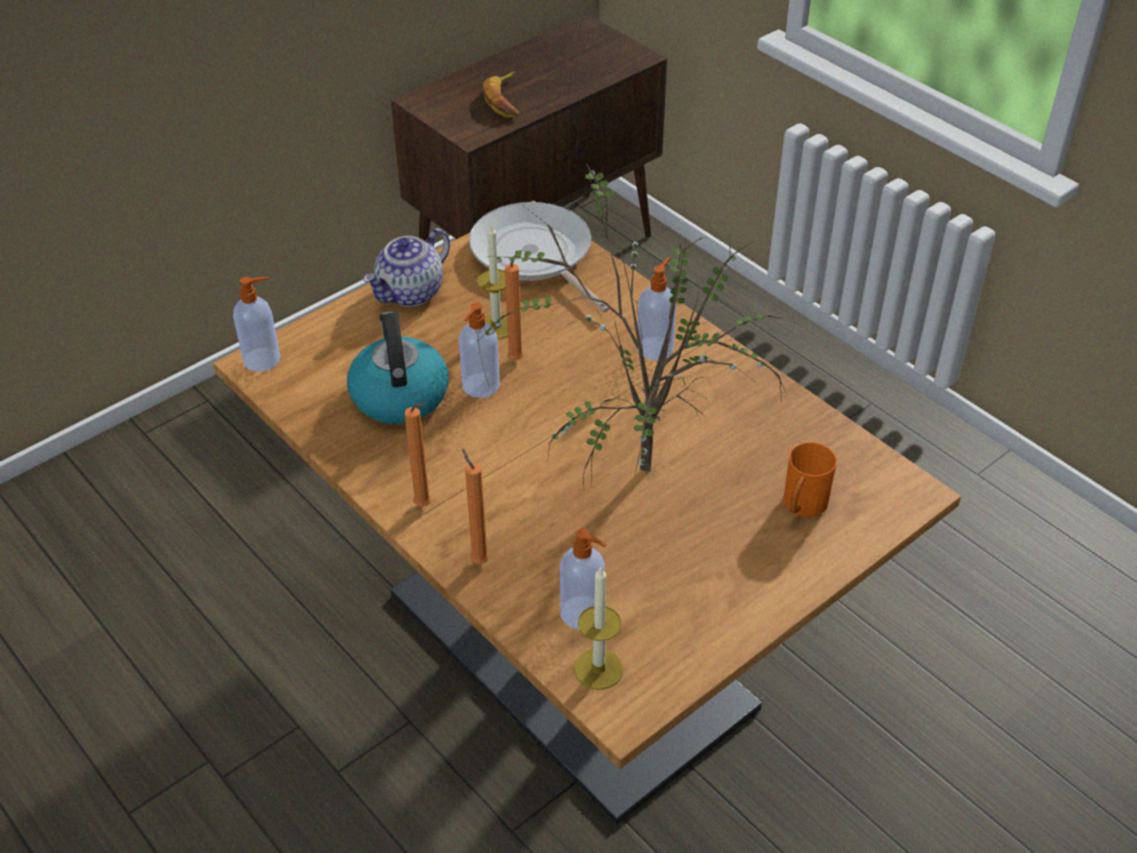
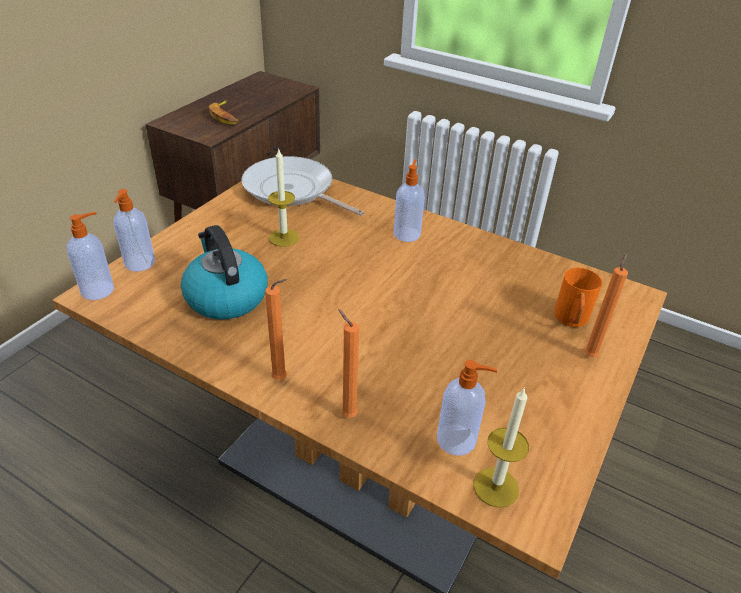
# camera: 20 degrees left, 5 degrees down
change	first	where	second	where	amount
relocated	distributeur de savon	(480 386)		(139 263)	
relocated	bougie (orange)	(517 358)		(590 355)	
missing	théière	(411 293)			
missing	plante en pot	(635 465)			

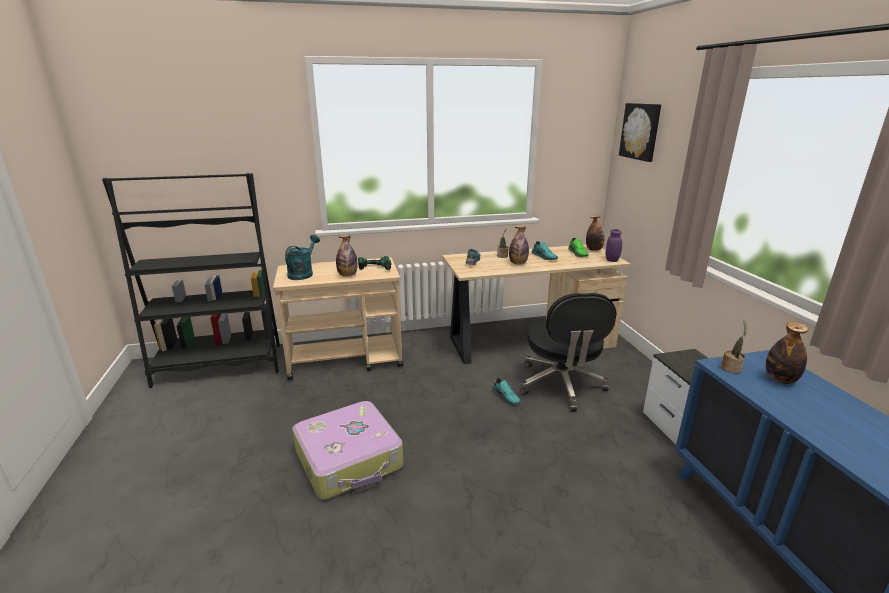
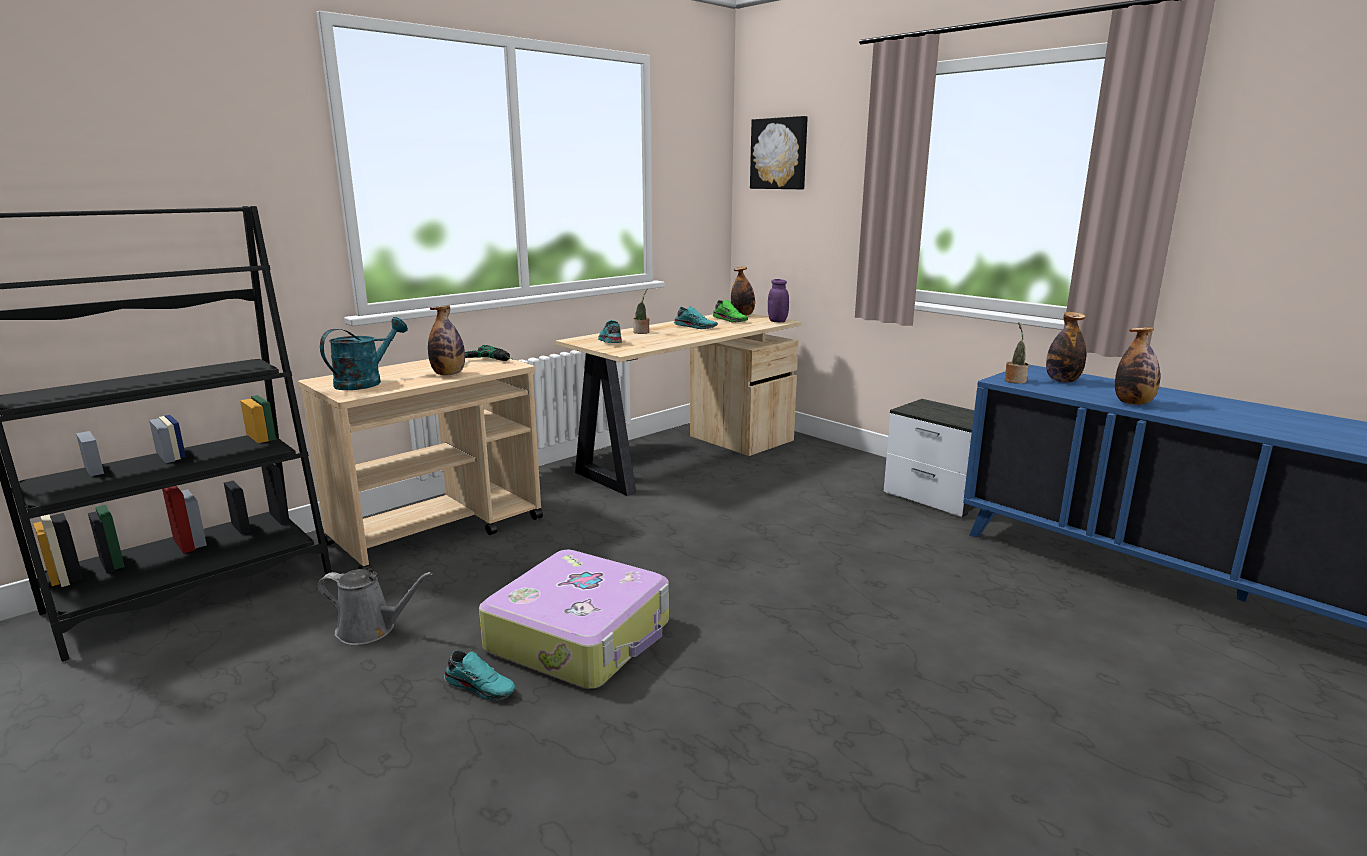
# camera: 30 degrees left, 5 degrees down
change	first	where	second	where	amount
appeared			arrosoir (gris)	(371 630)	
spun	arrosoir (turquoise)	(303 273)		(365 382)	45 degrees clockwise
relocated	chaussure (turquoise)	(506 397)		(481 686)	
relocated	bouteille	(518 263)		(1133 403)	
missing	chaise de bureau (noir)	(561 385)			

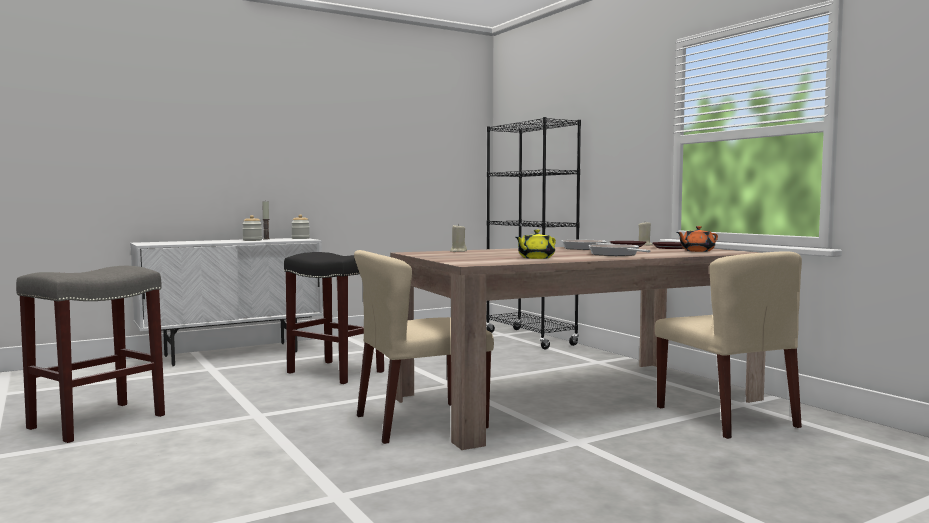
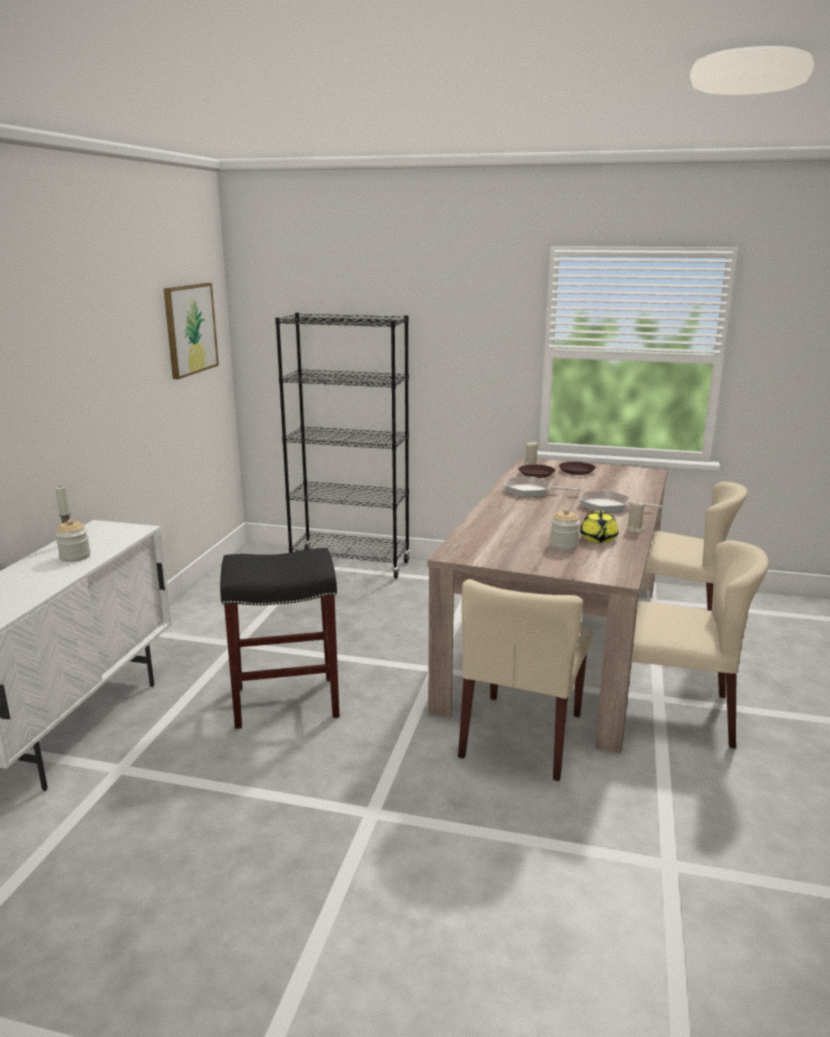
# camera: 45 degrees left, 15 degrees up
change	first	where	second	where	amount
appeared			tableau	(190 329)	
relocated	bocal	(300 238)		(563 545)	
relocated	bougie (beige)	(458 251)		(634 529)	
appeared			chaise (beige)	(673 713)	
missing	tabouret (gris)	(98 421)			
missing	théière (orange)	(697 251)			

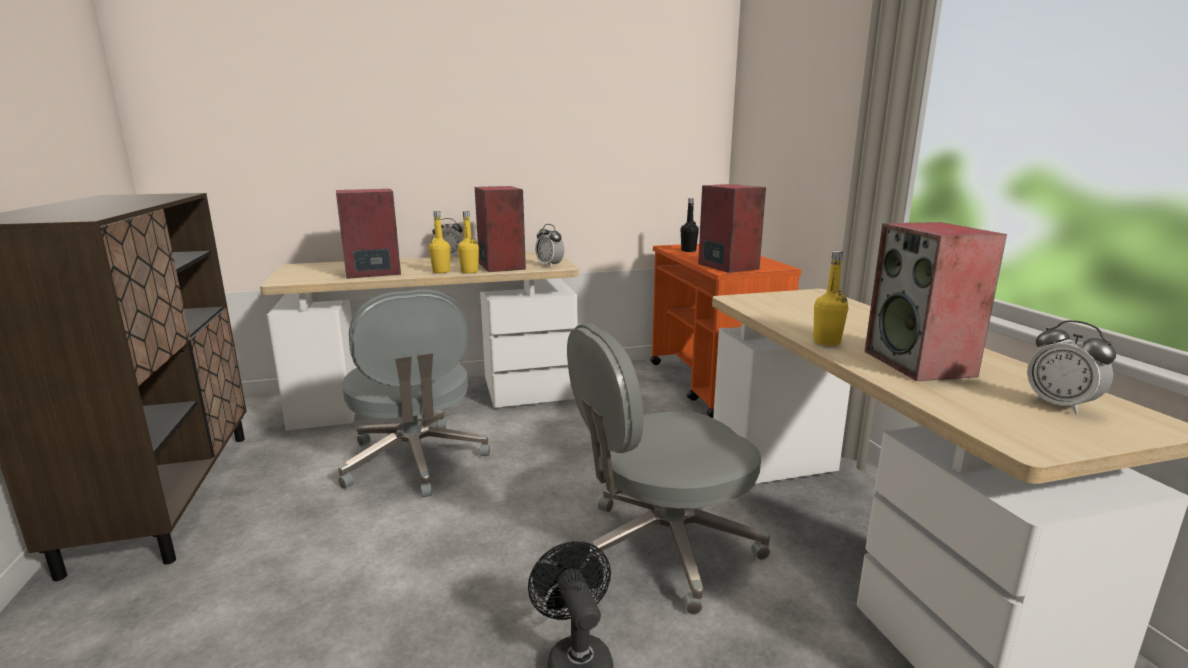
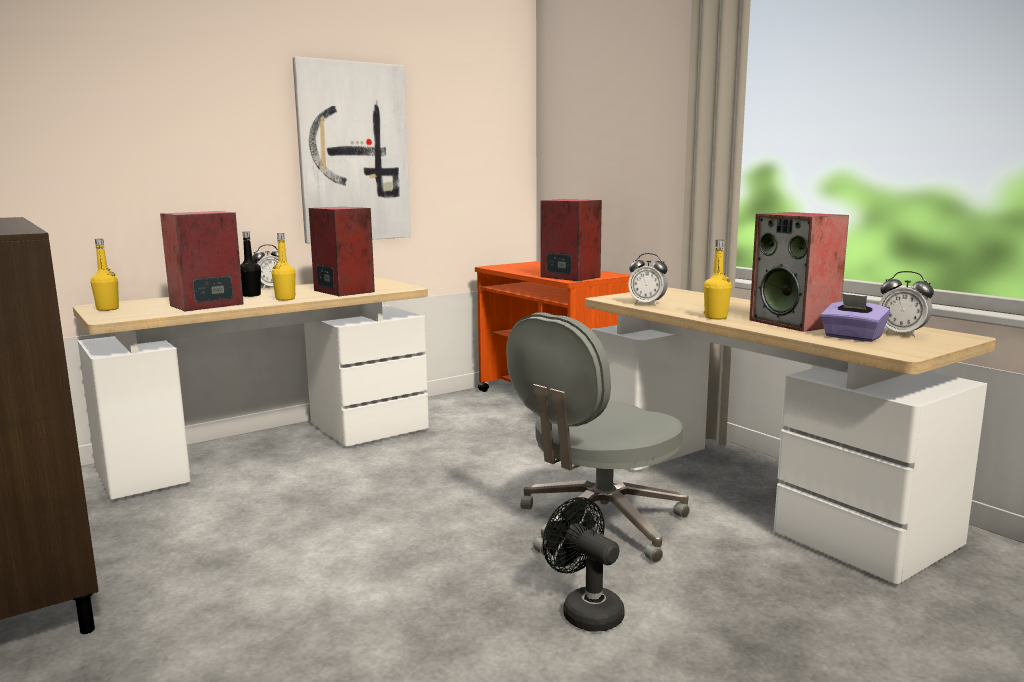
# camera: 20 degrees left, 5 degrees down
change	first	where	second	where	amount
relocated	bouteille (jaune)	(469 271)		(107 309)	
relocated	bouteille (noir)	(688 251)		(251 295)	
appeared			tableau	(353 153)	
relocated	réveil	(550 265)		(647 304)	
appeared			boîte à mouchoirs (violet)	(852 337)	
missing	chaise de bureau (gris)	(415 461)			

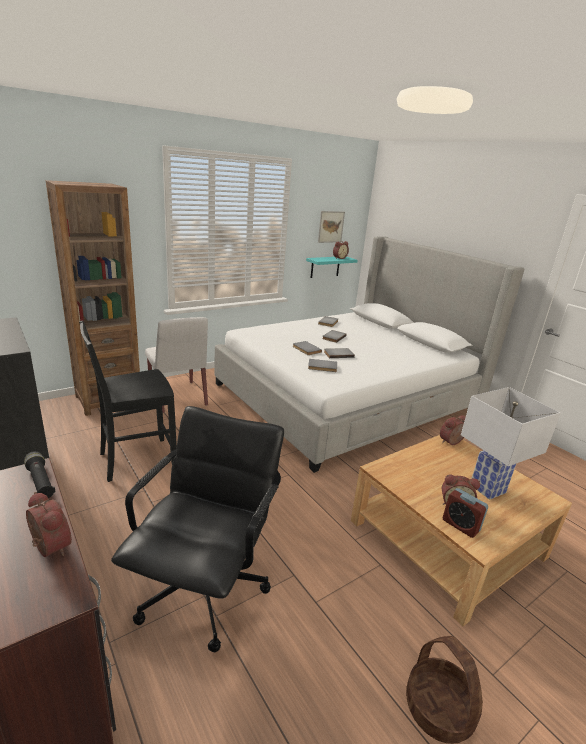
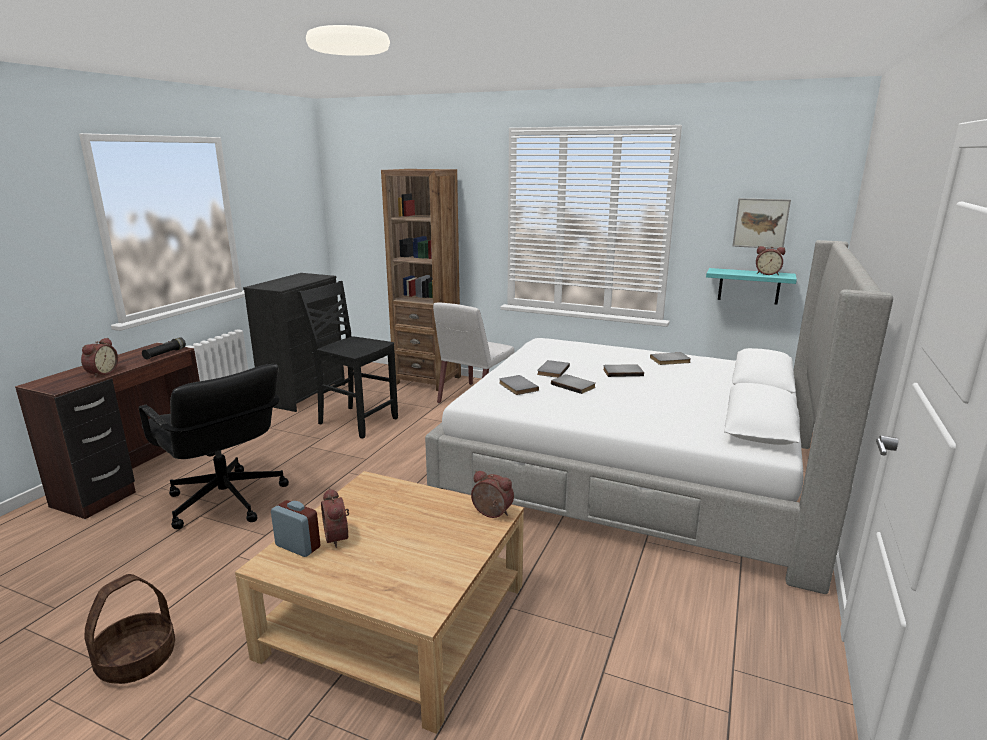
# camera: 60 degrees right, 5 degrees down
change	first	where	second	where	amount
spun	chaise de bureau (noir)	(204 588)		(226 501)	60 degrees clockwise
spun	réveil	(460 525)		(298 546)	105 degrees clockwise
missing	lampe de table (blanc)	(486 488)			

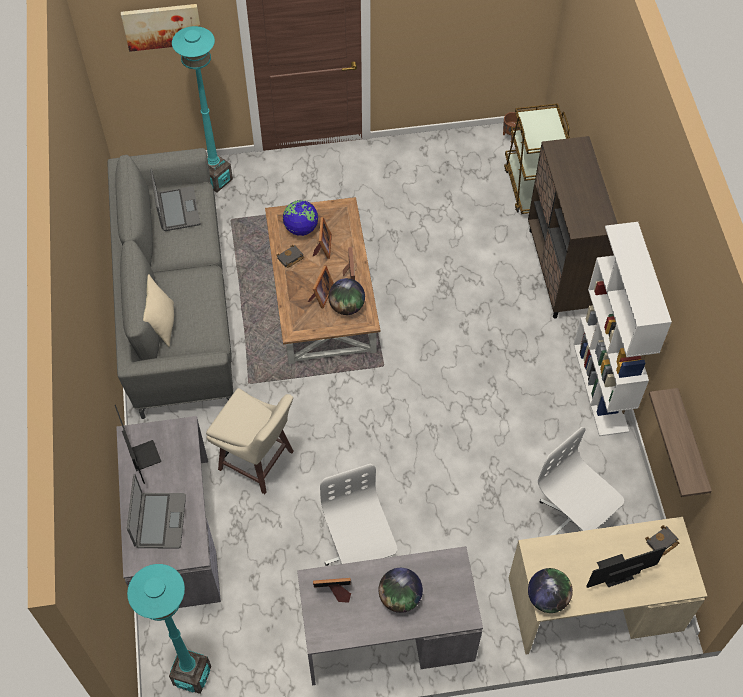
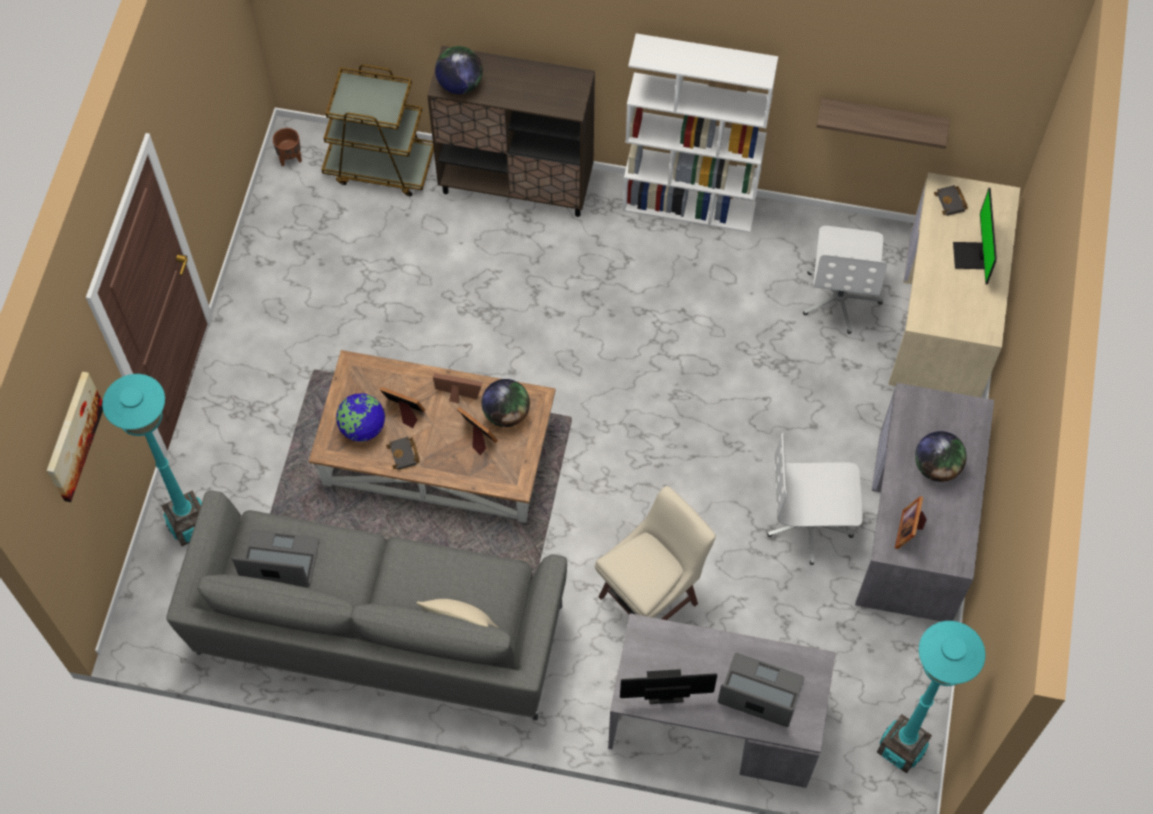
# camera: 70 degrees left, 5 degrees up
change	first	where	second	where	amount
relocated	globe	(547 598)		(460 84)	
spun	chaise de bureau (blanc)	(572 519)		(840 297)	60 degrees counterclockwise

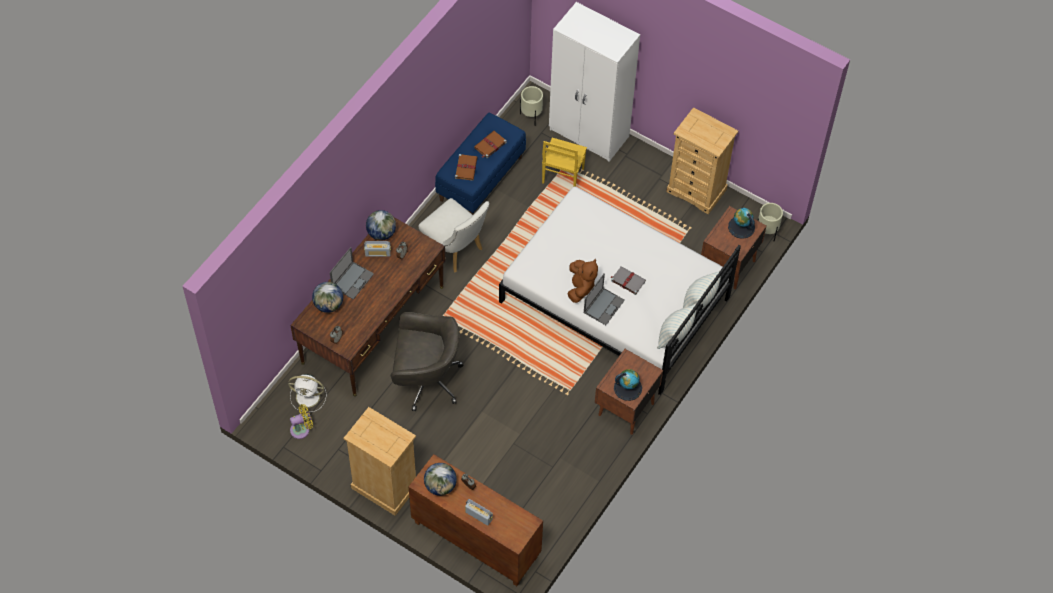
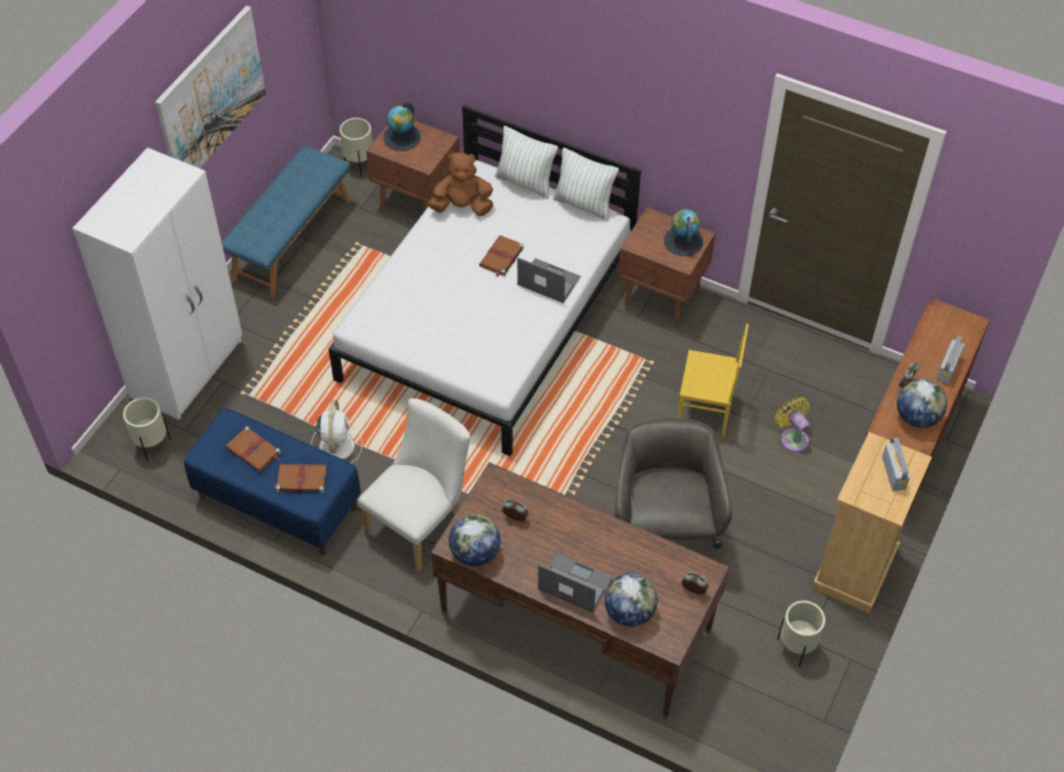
# camera: 95 degrees left, 5 degrees down
change	first	where	second	where	amount
appeared			tableau	(211 96)	
exchanged	commode (beige)	(696 190)	banc (bleu)	(291 239)	
relocated	ventilateur (blanc)	(309 397)		(337 445)	
relocated	peluche (marron)	(580 287)		(462 207)	
colour	livre (gris)	(627 280)	livre (marron)	(501 257)	
relocated	chaise (jaune)	(562 176)		(705 411)	
relocated	ventilateur (jaune)	(302 429)		(792 438)	
appeared			cache-pot (beige)	(796 648)	
relocated	radio	(378 253)		(893 473)	

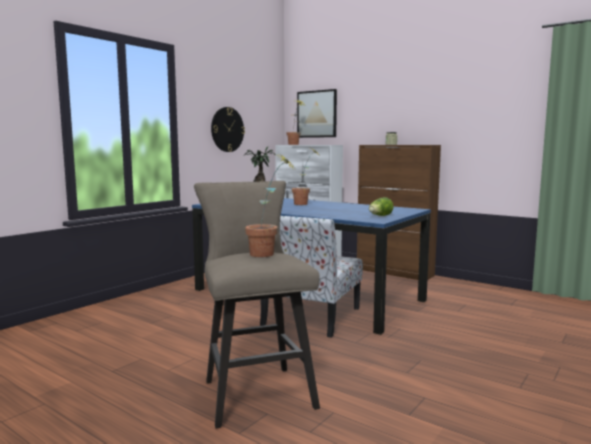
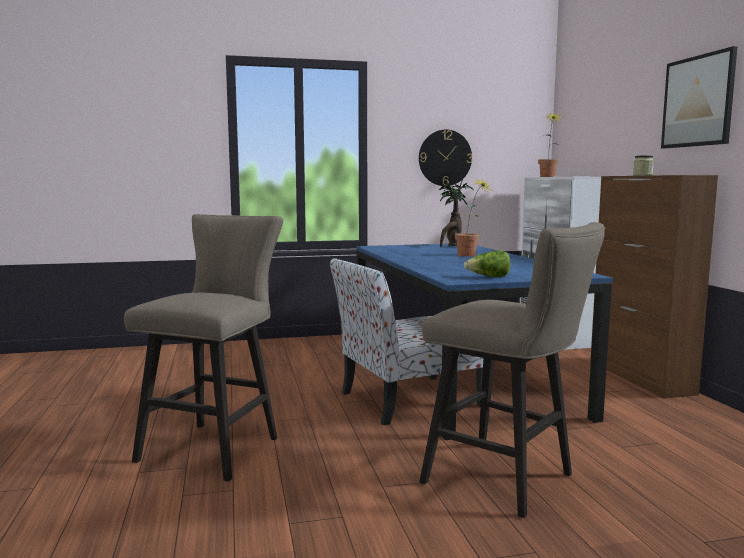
# camera: 40 degrees right, 0 degrees up
change	first	where	second	where	amount
appeared			tabouret (beige)	(507 481)	
relocated	tableau	(317 114)		(698 101)	
missing	plante en pot	(269 254)			

